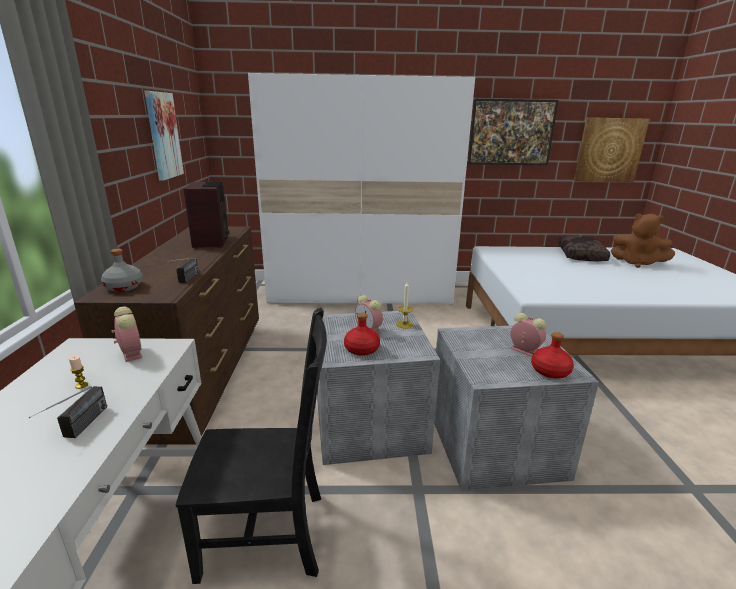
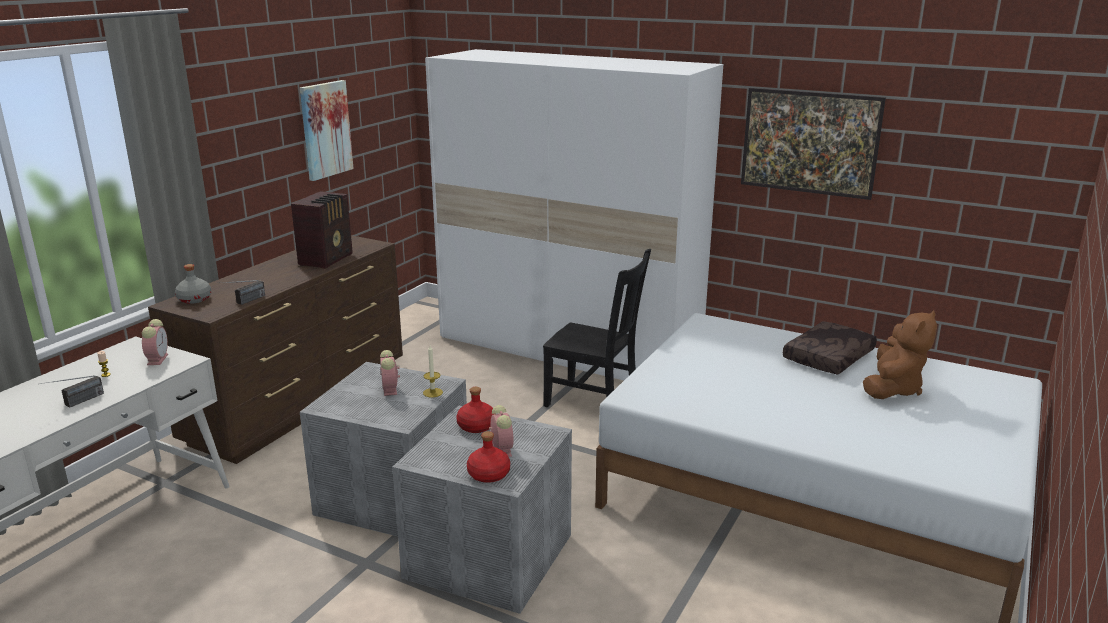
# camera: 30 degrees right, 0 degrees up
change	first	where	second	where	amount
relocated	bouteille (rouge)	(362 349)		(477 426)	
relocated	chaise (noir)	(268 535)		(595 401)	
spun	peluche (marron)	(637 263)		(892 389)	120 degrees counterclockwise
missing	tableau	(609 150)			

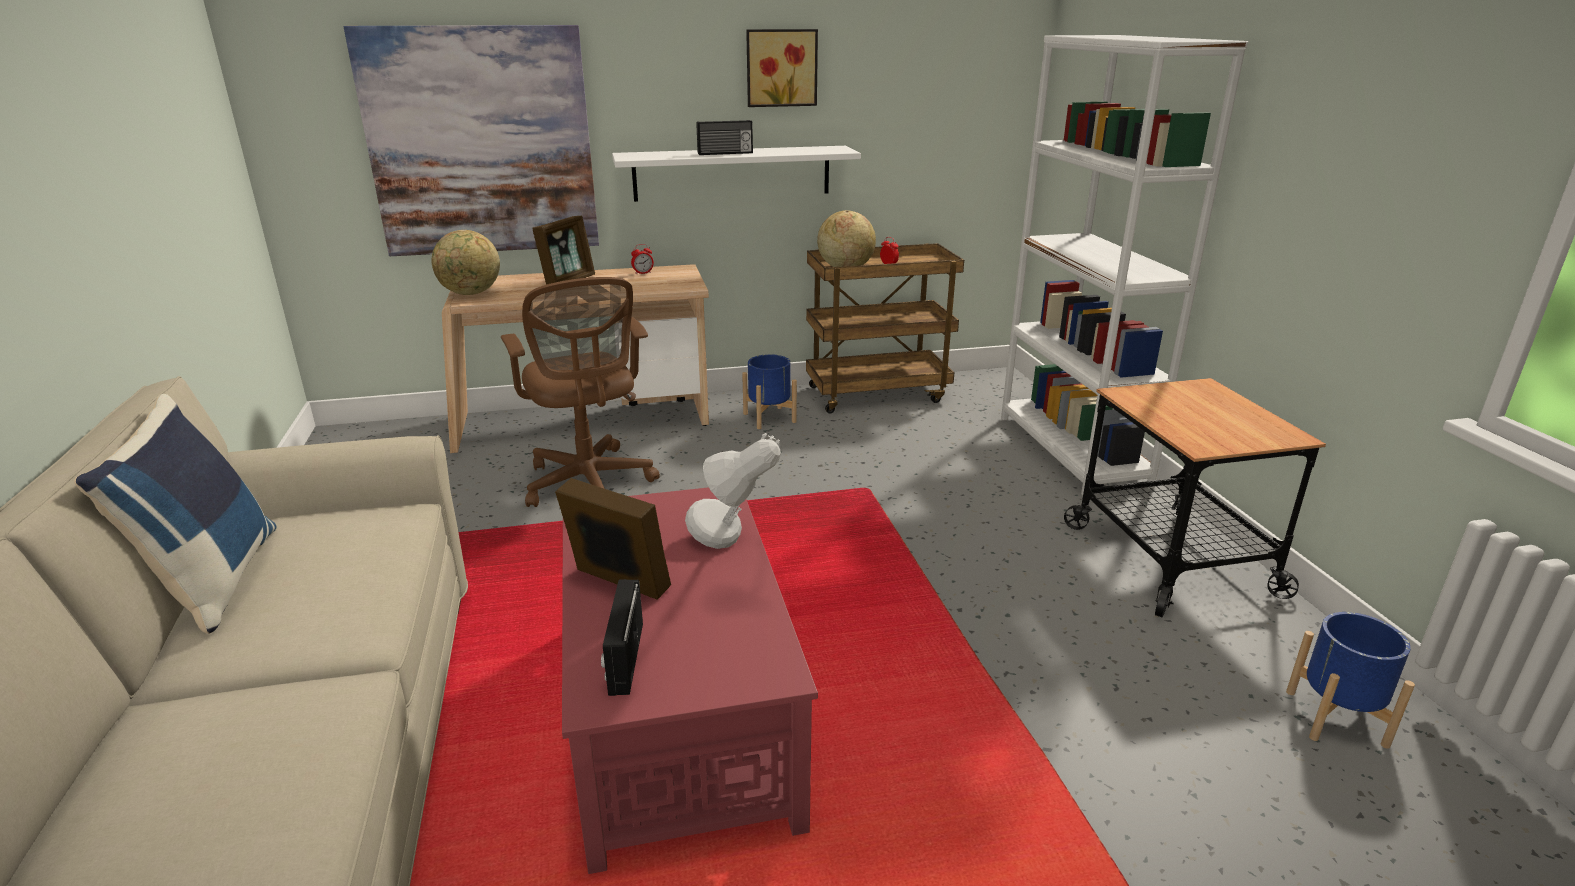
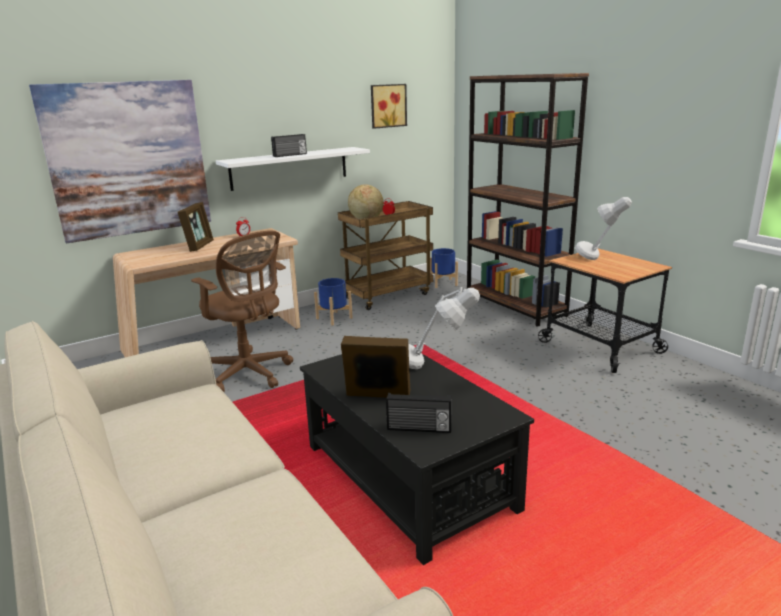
# camera: 20 degrees left, 5 degrees down
change	first	where	second	where	amount
colour	table basse (rouge)	(679 712)	table basse (noir)	(407 476)	
relocated	tableau	(781 68)		(387 106)	
spun	radio	(624 659)		(419 428)	60 degrees counterclockwise
relocated	cache-pot (bleu)	(1335 717)		(443 283)	
colour	bibliothèque (blanc)	(1072 450)	bibliothèque (marron)	(515 306)	
appeared			lampe de table (gris)	(600 263)	
missing	coussin (bleu)	(213 580)			
missing	globe	(471 294)			

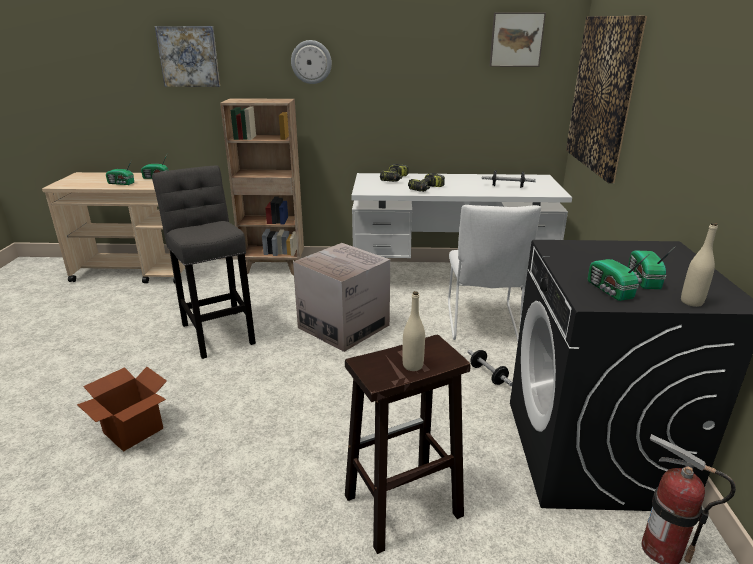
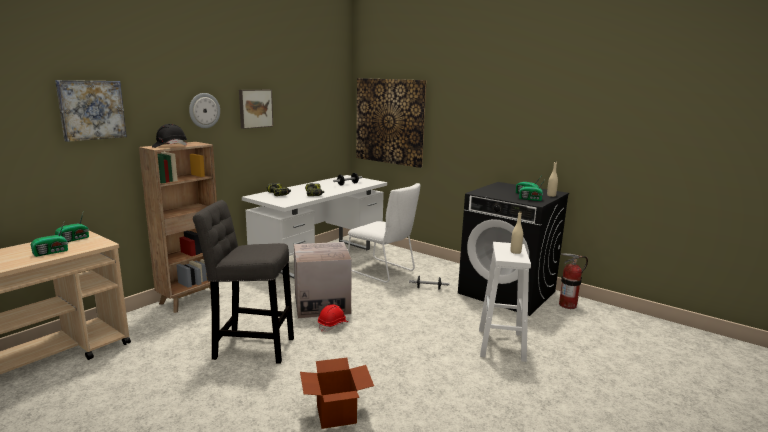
# camera: 55 degrees left, 10 degrees down
change	first	where	second	where	amount
appeared			casque de chantier (noir)	(170 146)	
relocated	tableau	(516 39)		(255 108)	
appeared			casque de chantier (rouge)	(333 325)	
colour	tabouret (marron)	(401 507)	tabouret (blanc)	(501 345)	

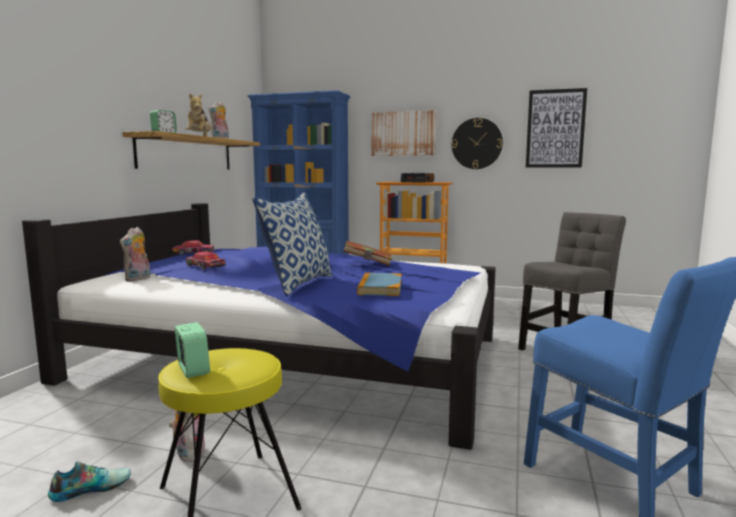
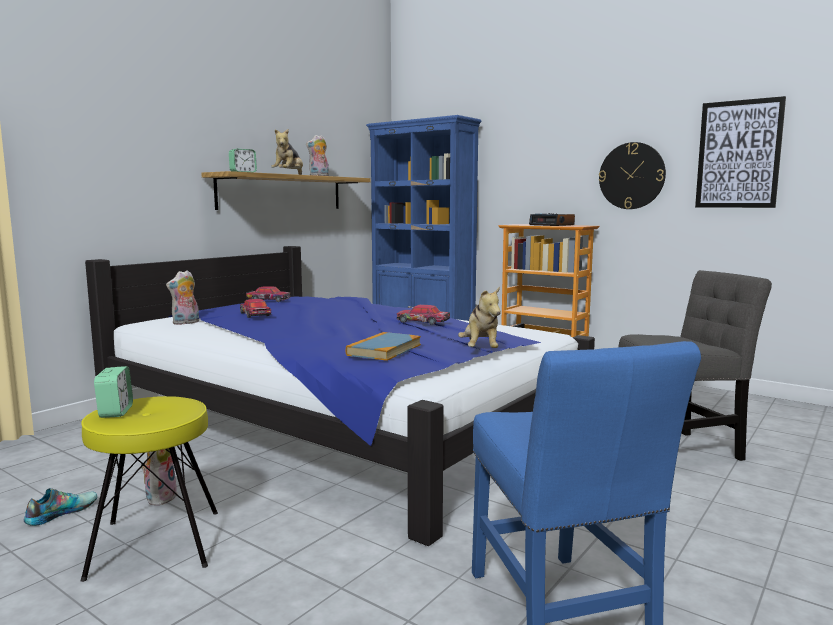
# camera: 20 degrees right, 0 degrees up
change	first	where	second	where	amount
spun	chaussure	(91 488)		(61 512)	45 degrees counterclockwise
exchanged	livre (marron)	(368 263)	petite voiture	(423 322)	
appeared			peluche	(480 350)	
missing	coussin	(297 284)			
missing	tableau	(403 133)			

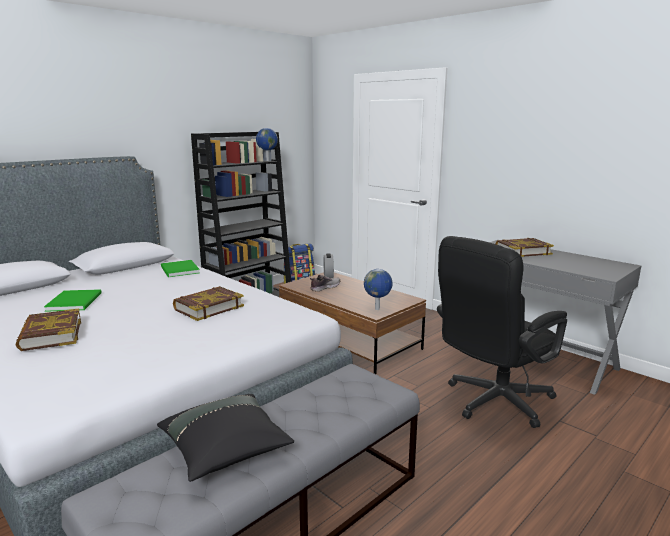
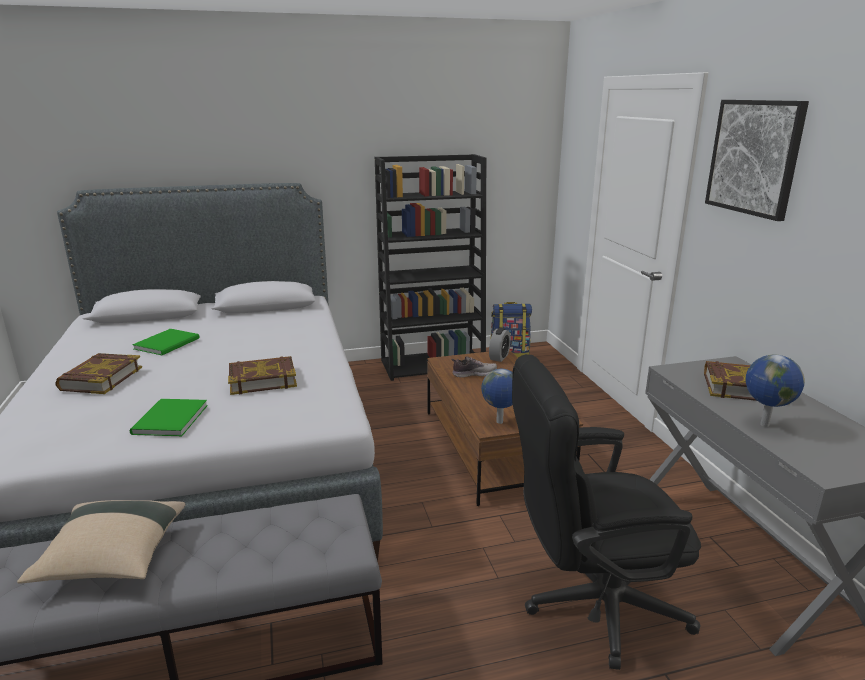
# camera: 30 degrees right, 5 degrees up
change	first	where	second	where	amount
colour	coussin (noir)	(226 451)	coussin (beige)	(112 559)	
relocated	livre (vert)	(179 270)		(168 420)	
appeared			tableau	(754 157)	
relocated	globe	(267 160)		(763 424)	

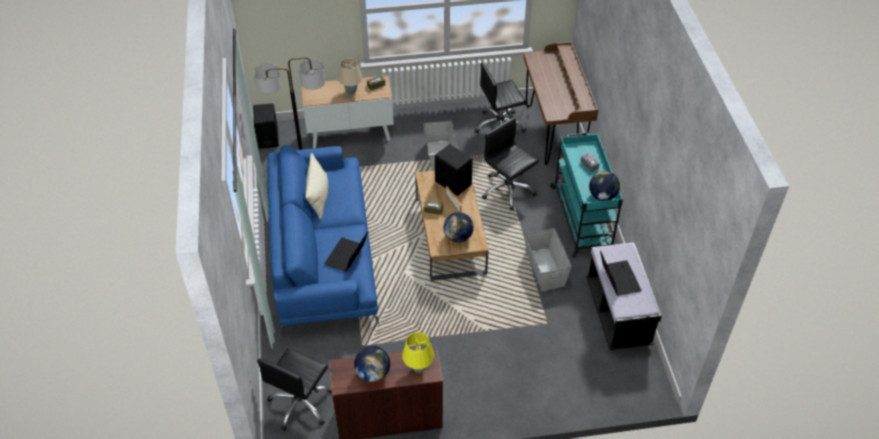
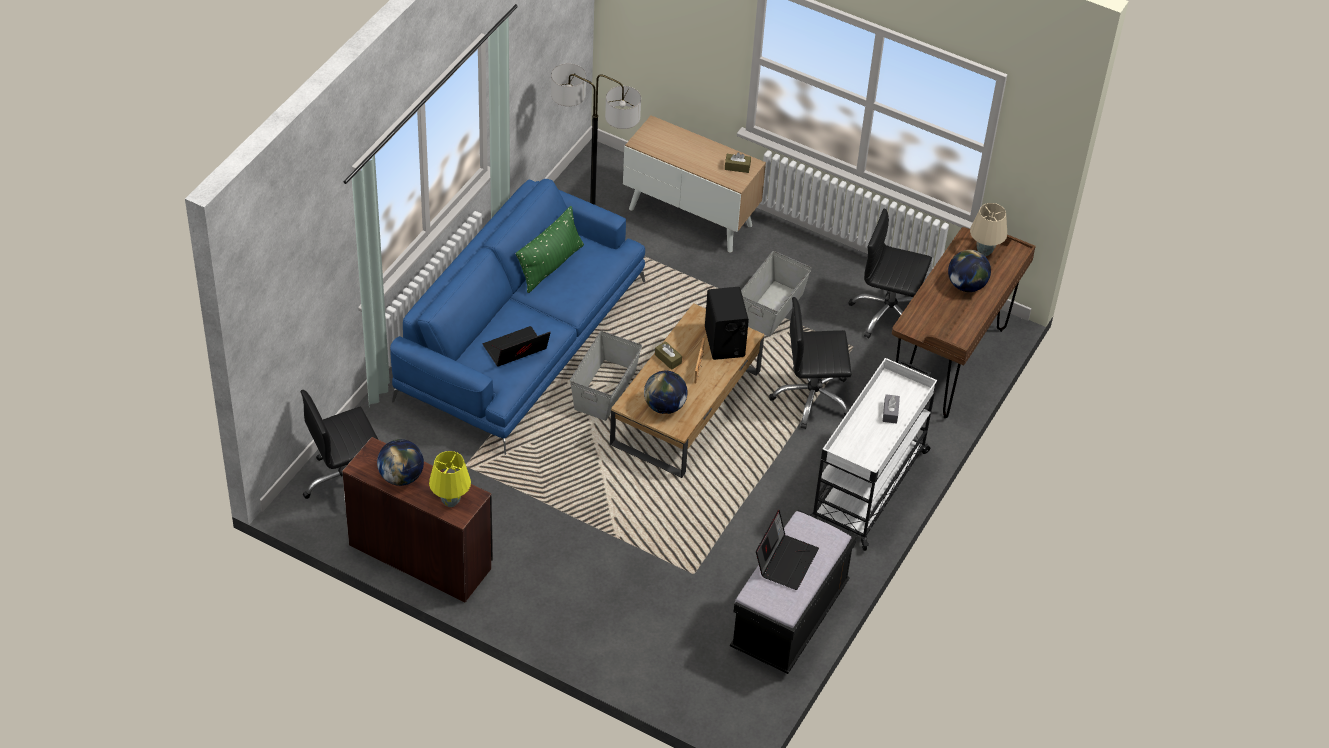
# camera: 35 degrees right, 0 degrees up
change	first	where	second	where	amount
colour	coussin (beige)	(318 197)	coussin (vert)	(550 265)	
relocated	boîte de rangement (gris)	(545 268)		(605 390)	
spun	chaise de bureau (noir)	(507 190)		(812 398)	90 degrees counterclockwise
colour	chariot (turquoise)	(581 218)	chariot (blanc)	(869 486)	
relocated	globe	(602 196)		(966 285)	
relocated	lampe de table (beige)	(351 92)		(984 252)	
missing	enceinte (noir)	(268 138)			

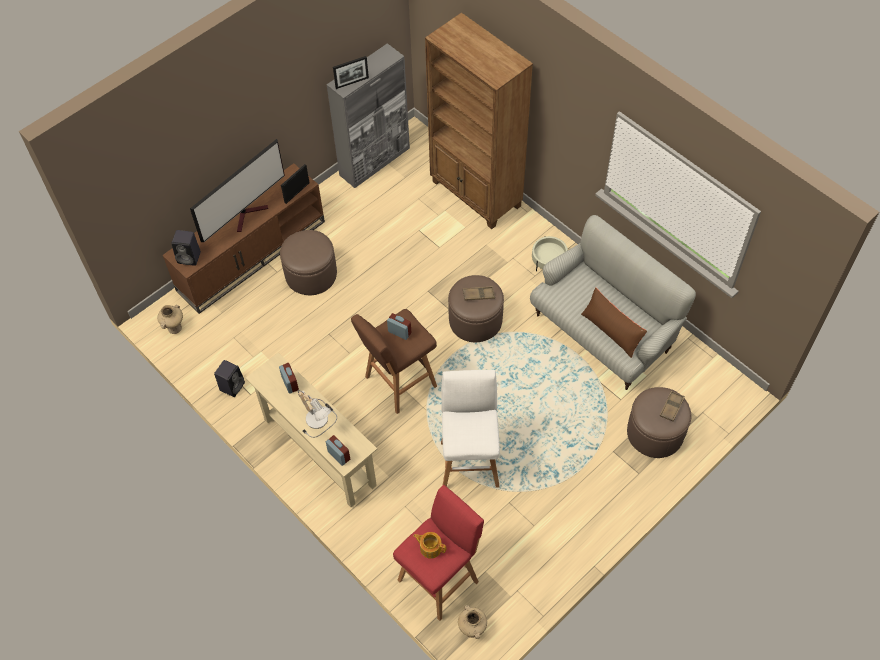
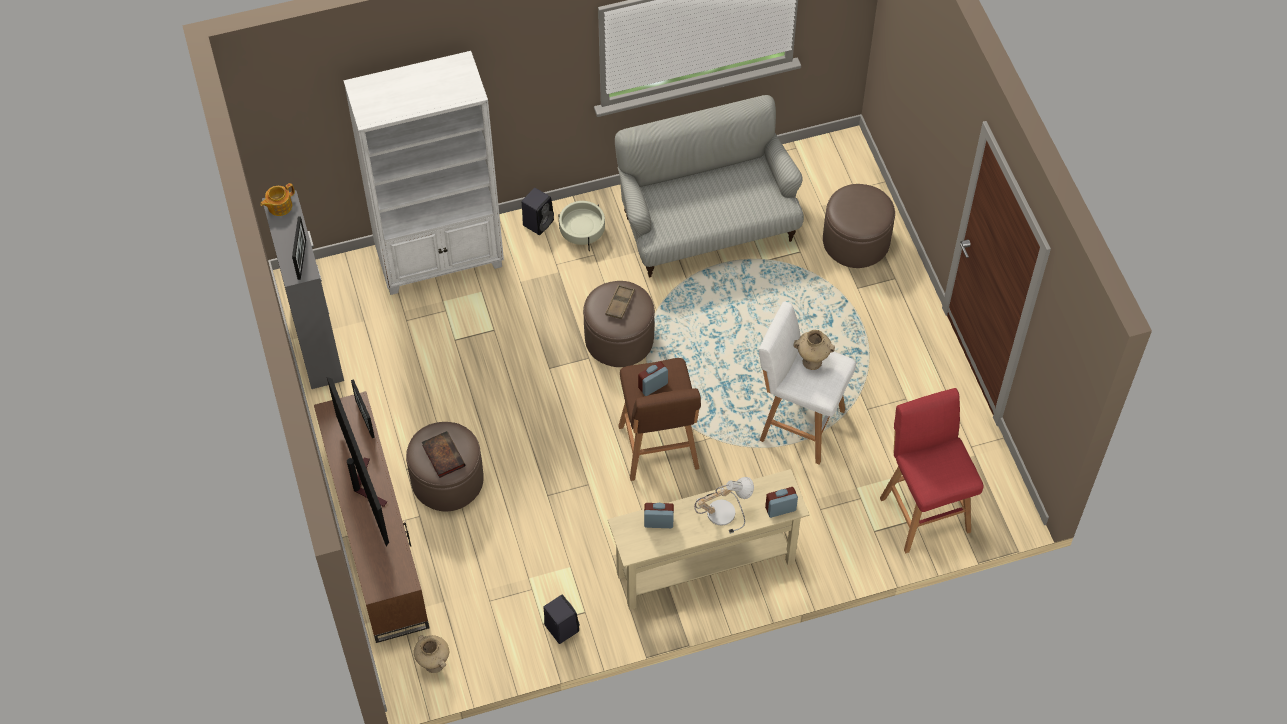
# camera: 65 degrees left, 0 degrees up
change	first	where	second	where	amount
relocated	théière	(430 547)		(279 206)	
colour	bibliothèque (marron)	(476 194)	bibliothèque (blanc)	(441 259)	
appeared			livre	(442 455)	
relocated	enceinte (noir)	(190 257)		(538 222)	
relocated	vase (beige)	(472 629)		(812 361)	
missing	coussin (marron)	(611 331)			
missing	plateau (marron)	(671 407)			

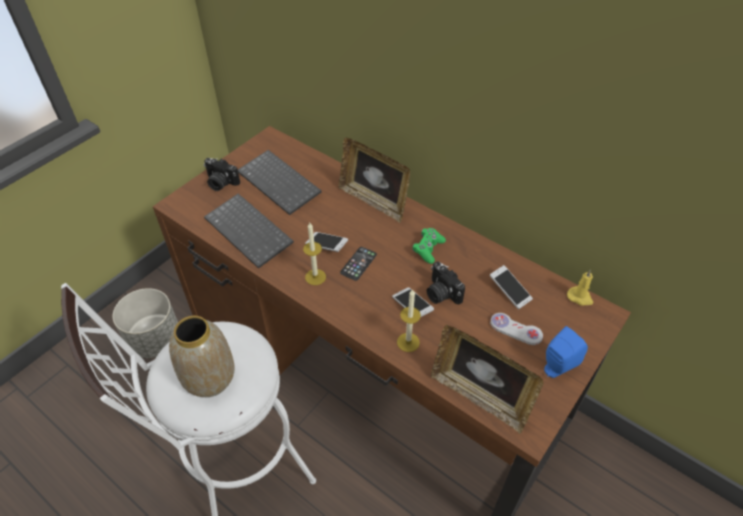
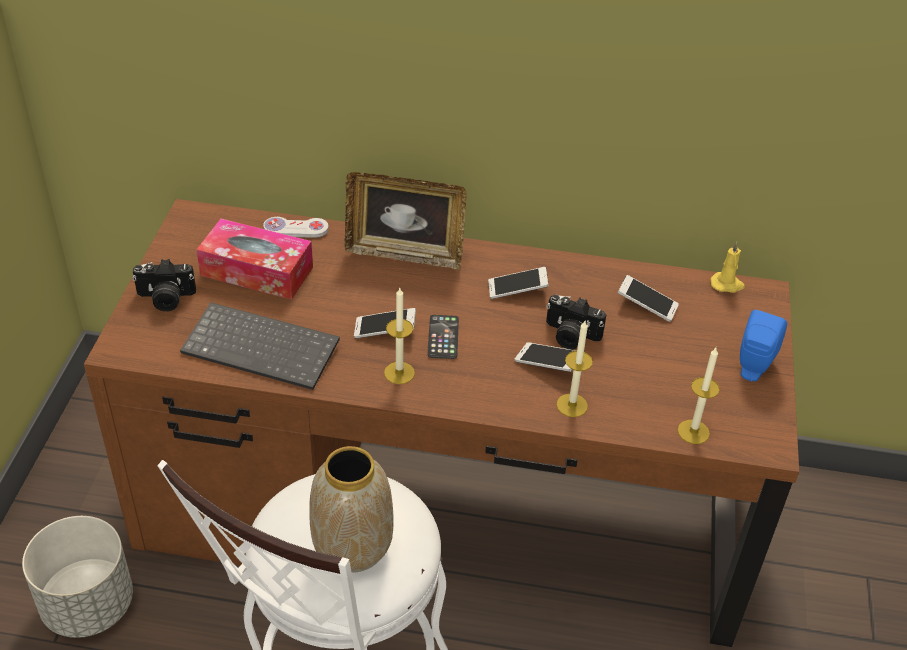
# camera: 30 degrees left, 5 degrees down
change	first	where	second	where	amount
exchanged	clavier	(281 183)	boîte à mouchoirs	(257 271)	
relocated	manette (blanc)	(515 330)		(296 229)	
exchanged	manette (vert)	(428 249)	téléphone	(517 290)	
exchanged	cadre photo	(479 396)	bougie	(693 432)	

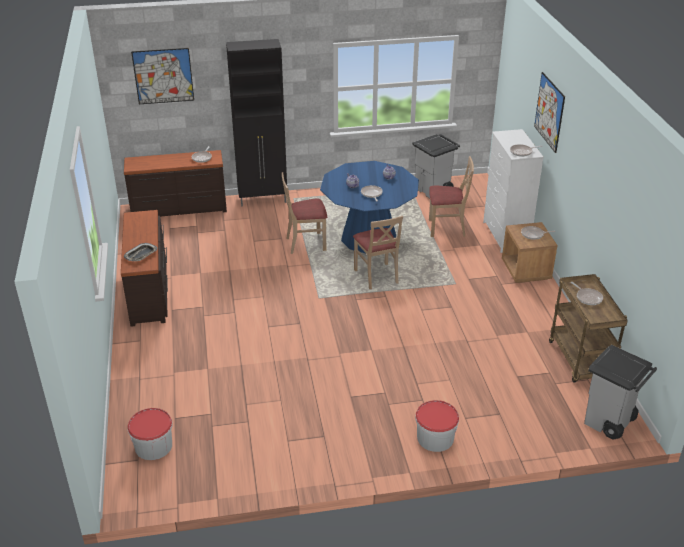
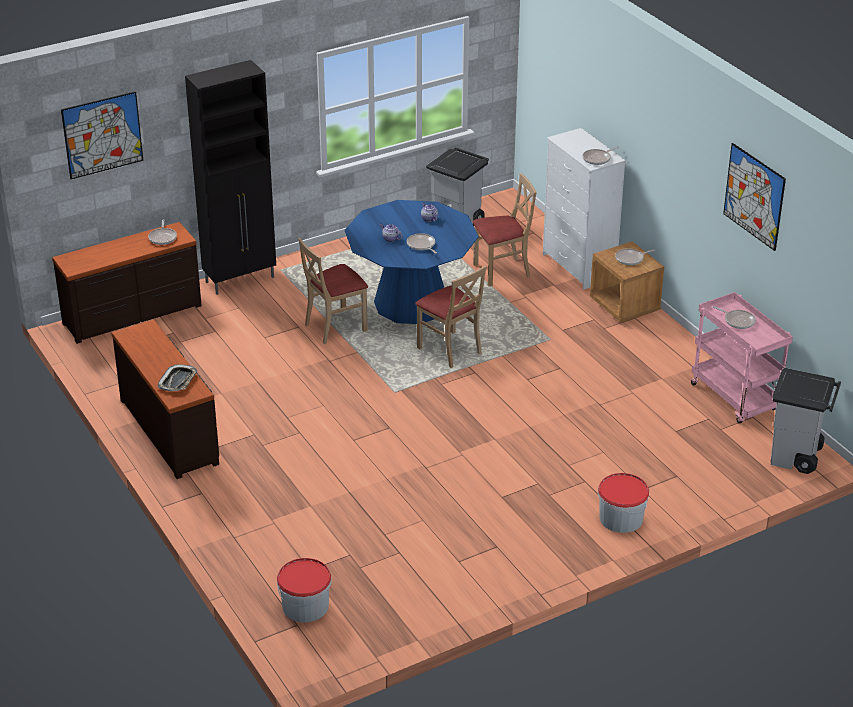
# camera: 20 degrees left, 0 degrees up
change	first	where	second	where	amount
colour	chariot (marron)	(580 361)	chariot (rose)	(736 398)	
relocated	tableau	(549 112)		(754 196)	

